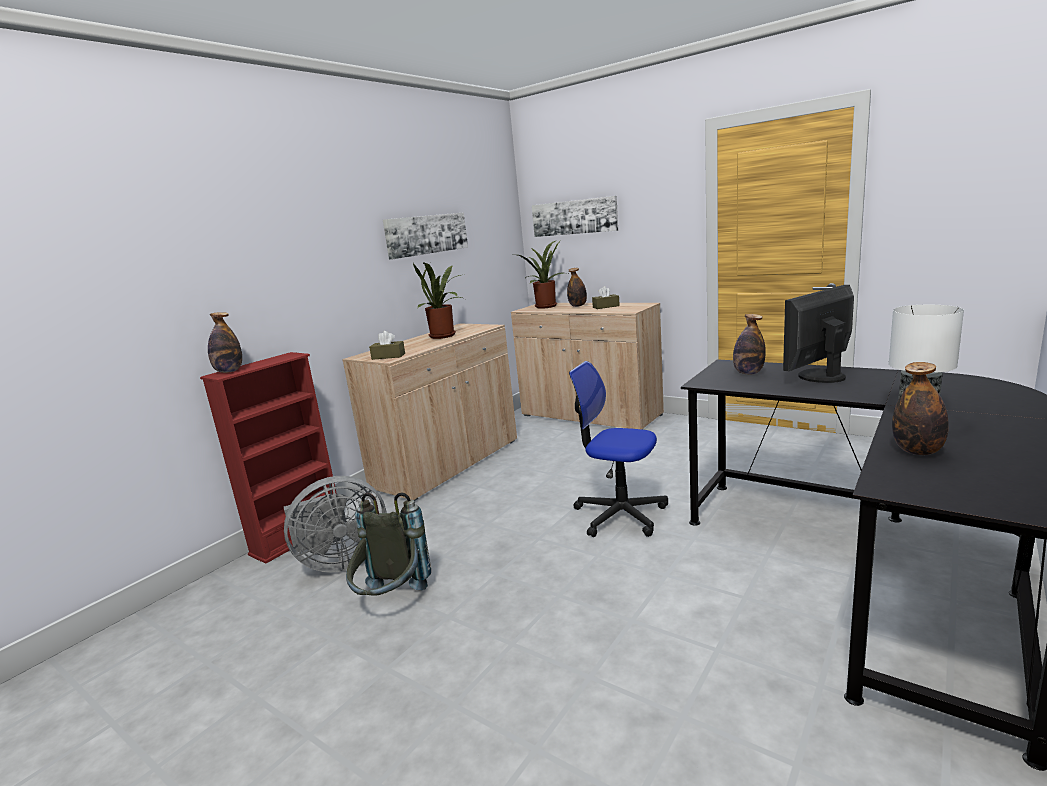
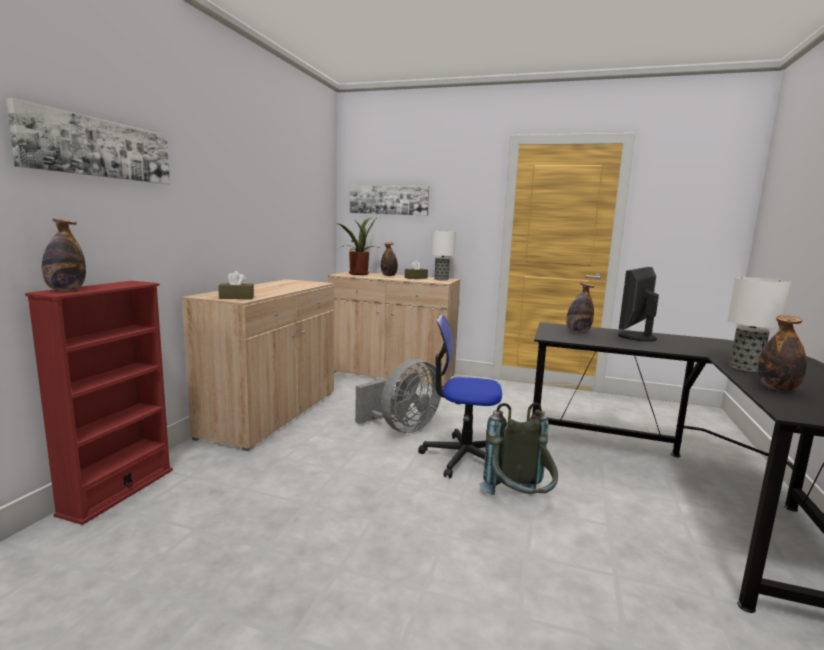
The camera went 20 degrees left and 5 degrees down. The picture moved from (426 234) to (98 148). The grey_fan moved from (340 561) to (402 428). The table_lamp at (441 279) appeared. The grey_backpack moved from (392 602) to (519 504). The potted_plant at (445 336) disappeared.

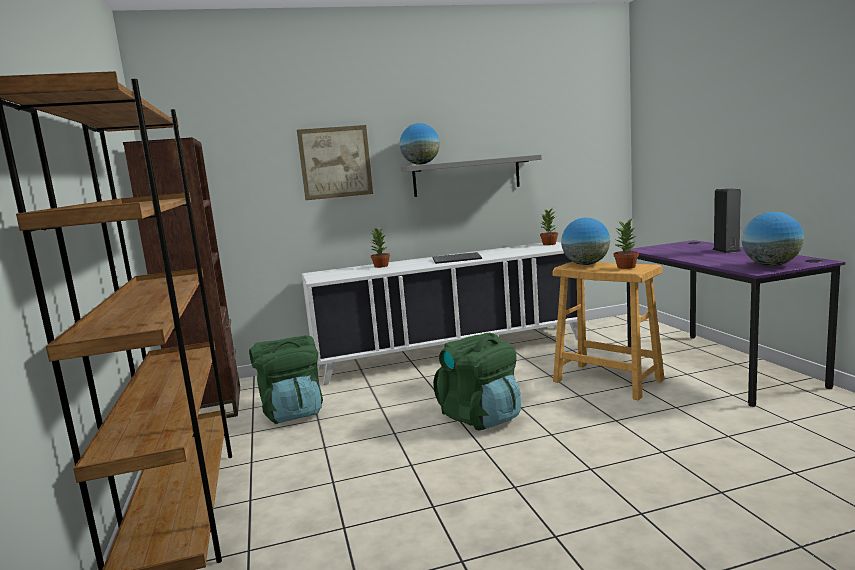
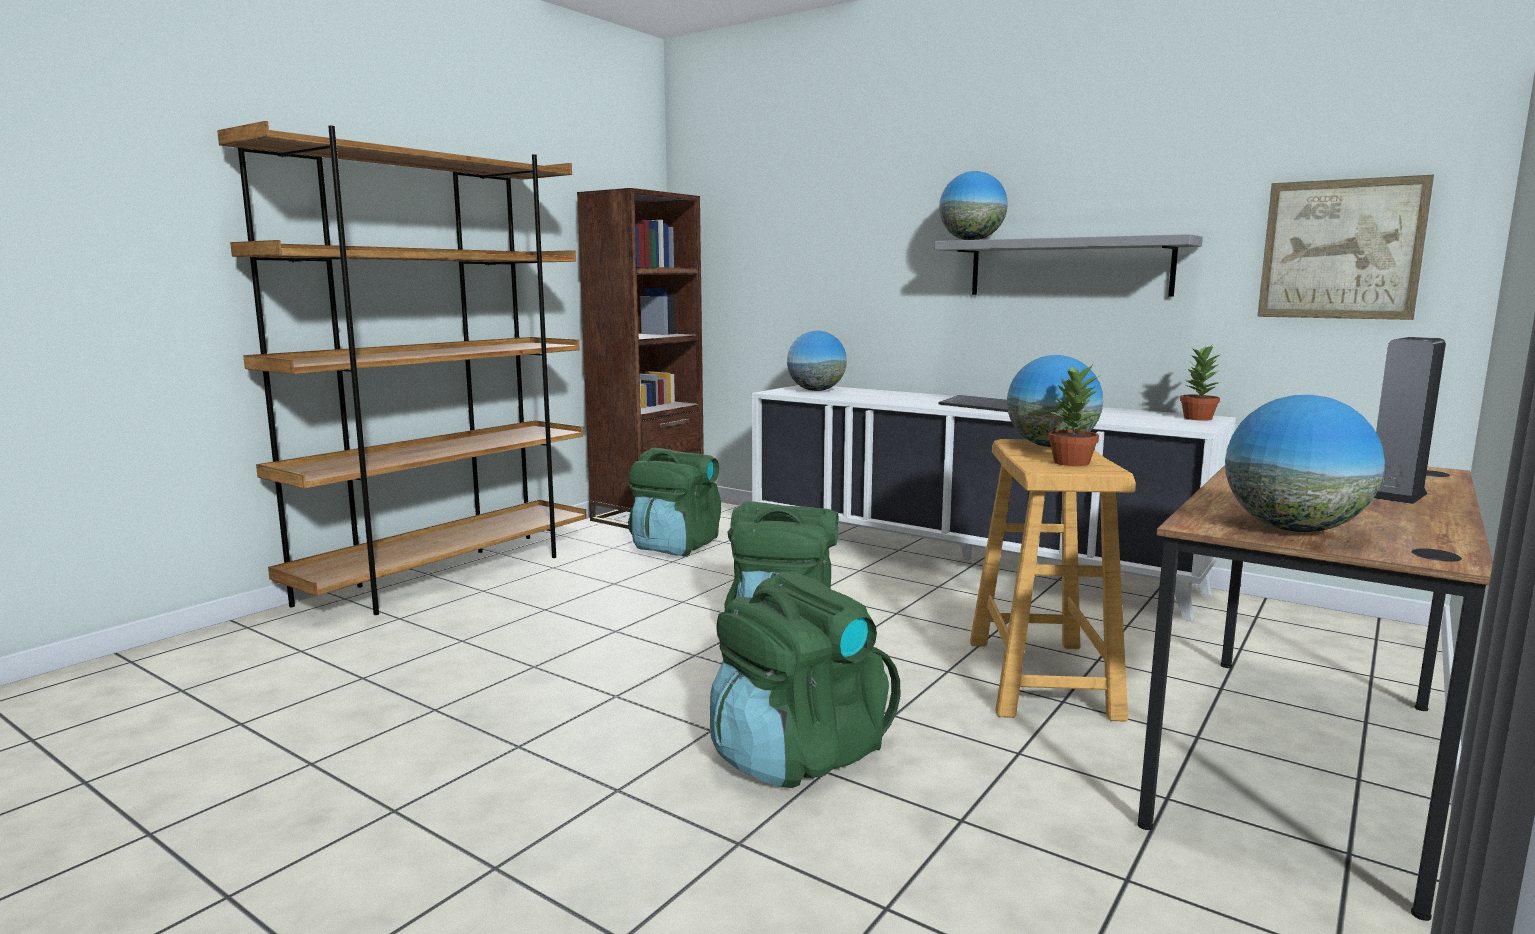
The camera went 50 degrees right and 0 degrees up. The green_backpack at (797 755) appeared. The globe at (816 390) appeared. The purple_desk at (717 366) became the brown_desk at (1299 760). The picture moved from (335 162) to (1341 249). The potted_plant at (380 266) disappeared.

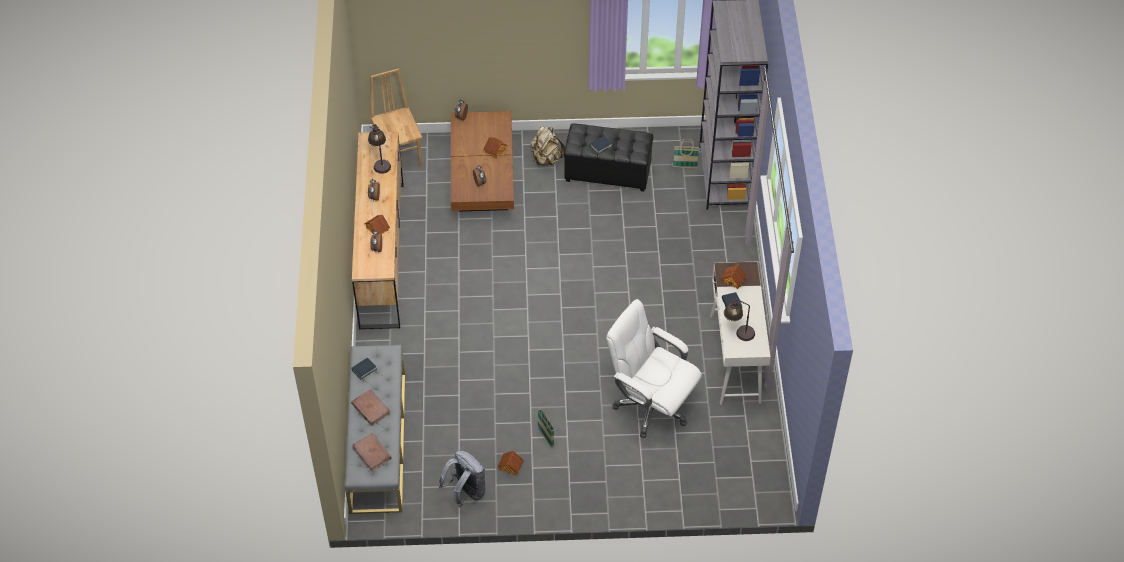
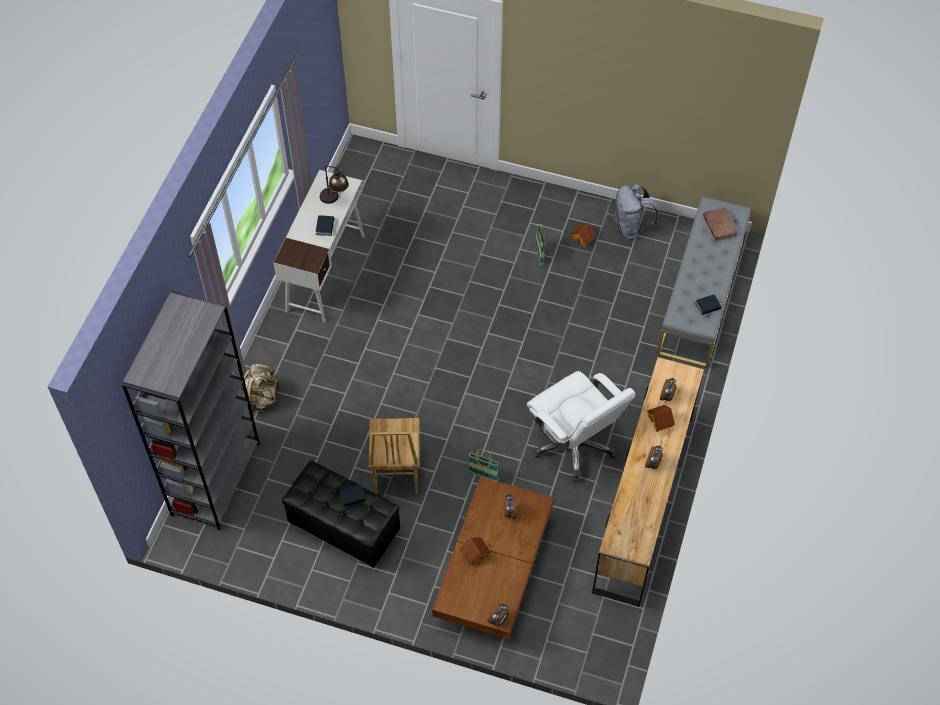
The camera went 160 degrees left and 5 degrees up. The beige_backpack moved from (546 159) to (262 397). The brown_chair moved from (400 158) to (395 472). The basket moved from (685 166) to (483 475). The white_office_chair moved from (651 406) to (574 445). The brown_book at (370 408) disappeared. The table_lamp at (380 162) disappeared. The toy_house at (733 280) disappeared.

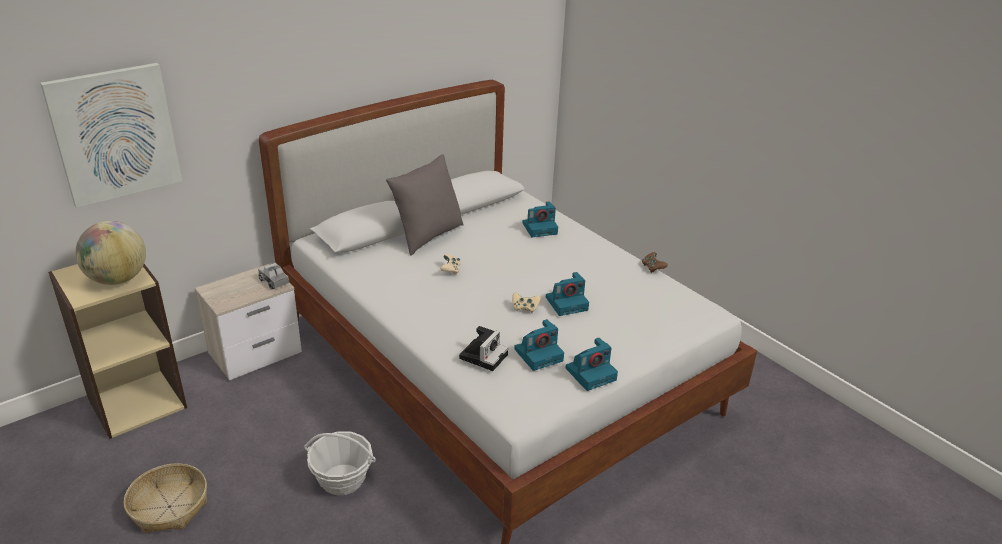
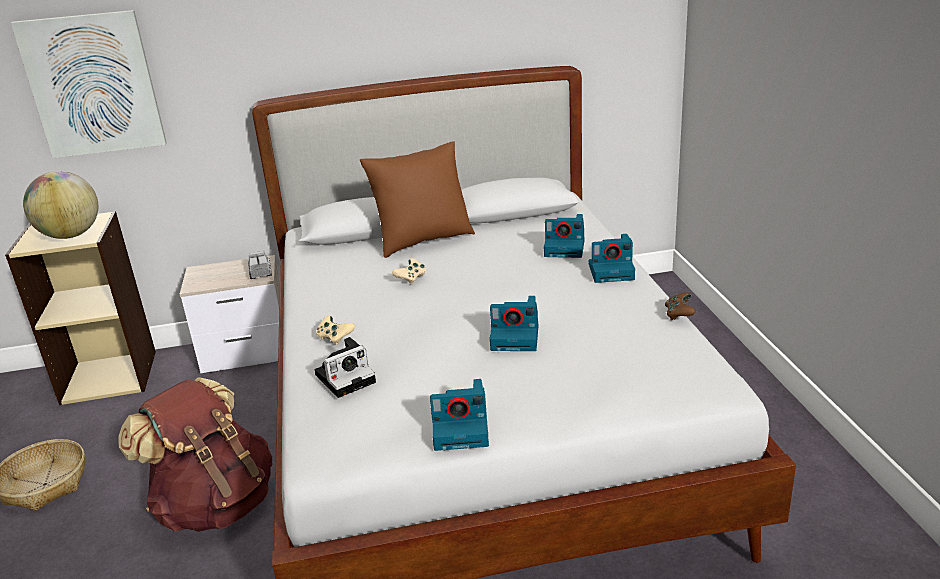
The camera went 30 degrees right and 5 degrees down. The basket at (342 479) was replaced by the brown_backpack at (215 505). The beige_game_controller moved from (525 308) to (335 338). The grey_pillow at (427 236) became the brown_pillow at (423 241). The photo_camera moved from (539 354) to (612 271).

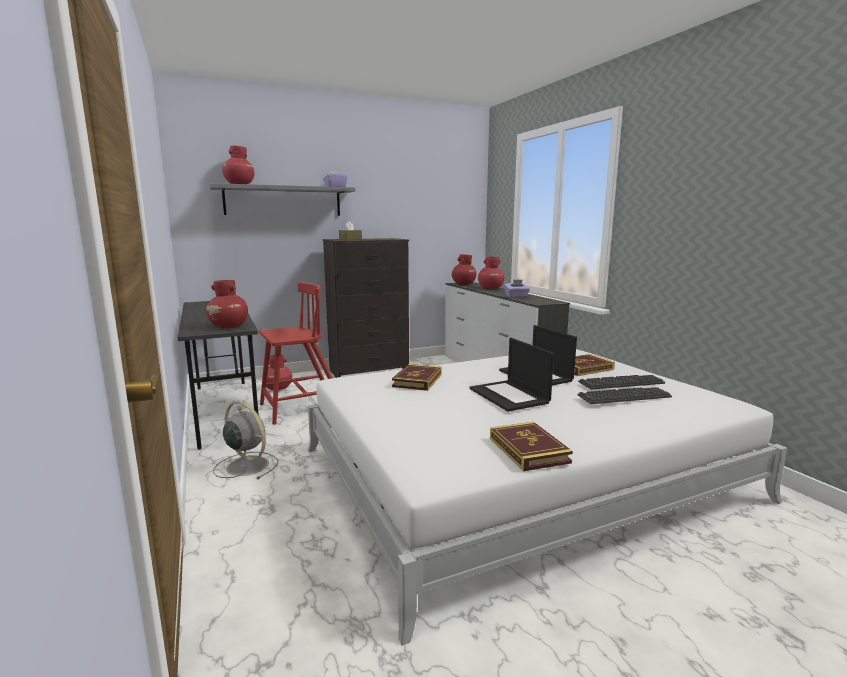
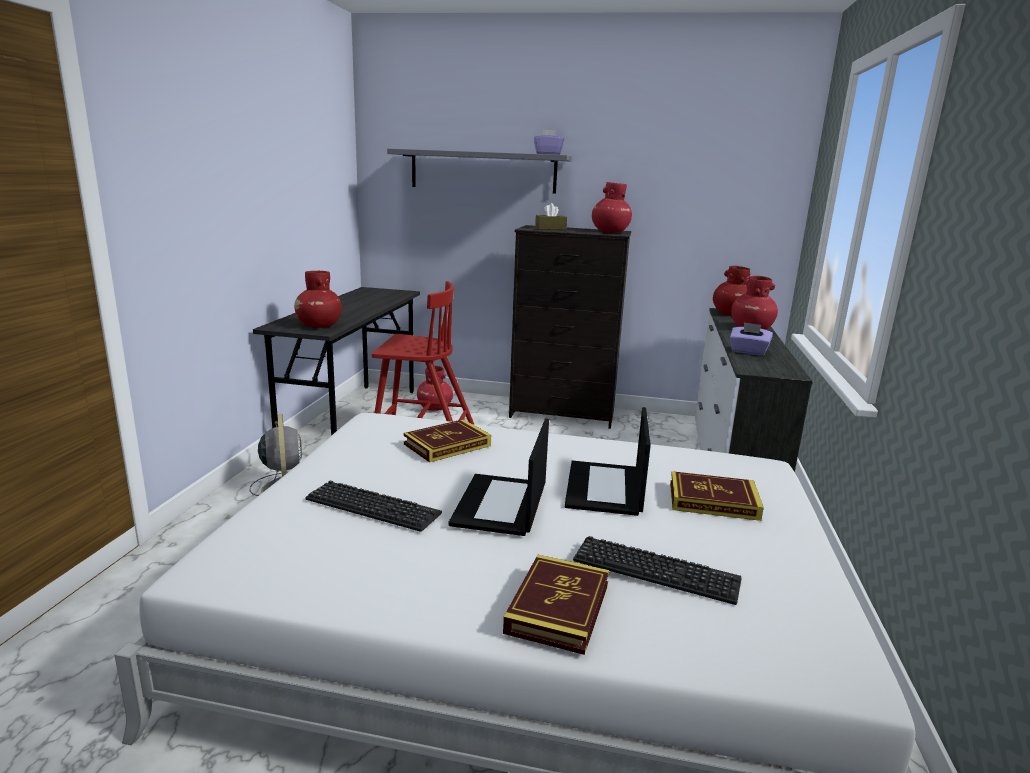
The camera went 35 degrees right and 5 degrees up. The keyboard moved from (621 383) to (372 507). The book moved from (528 450) to (558 608). The red_vase moved from (239 184) to (609 232).

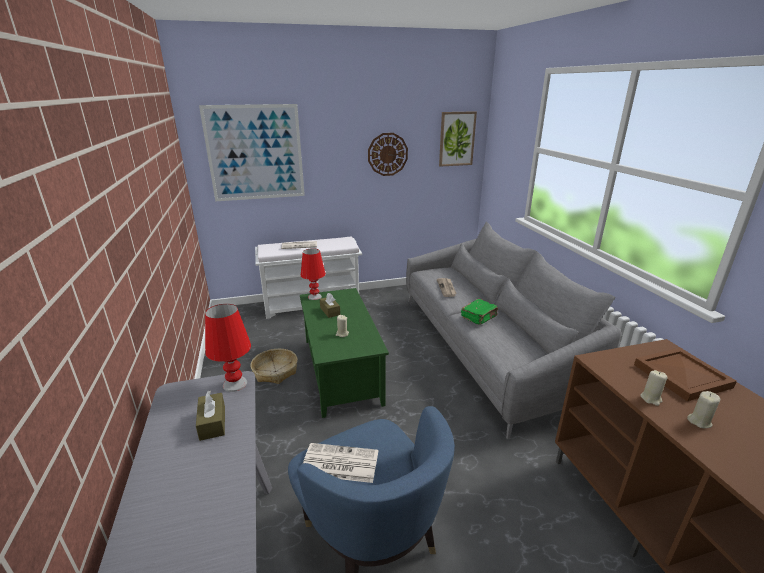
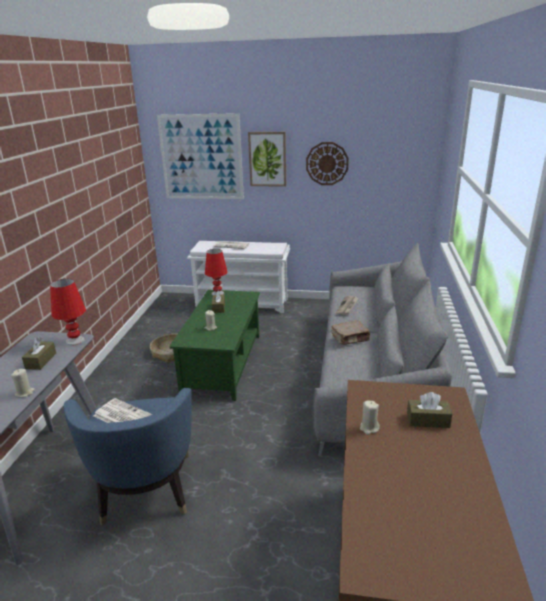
The camera went 25 degrees right and 0 degrees up. The beige_candle moved from (699 421) to (25 393). The picture moved from (456 139) to (267 159). The green_book at (479 317) became the brown_book at (350 338). The brown_tray at (682 376) was replaced by the brown_tissue_box at (428 420).

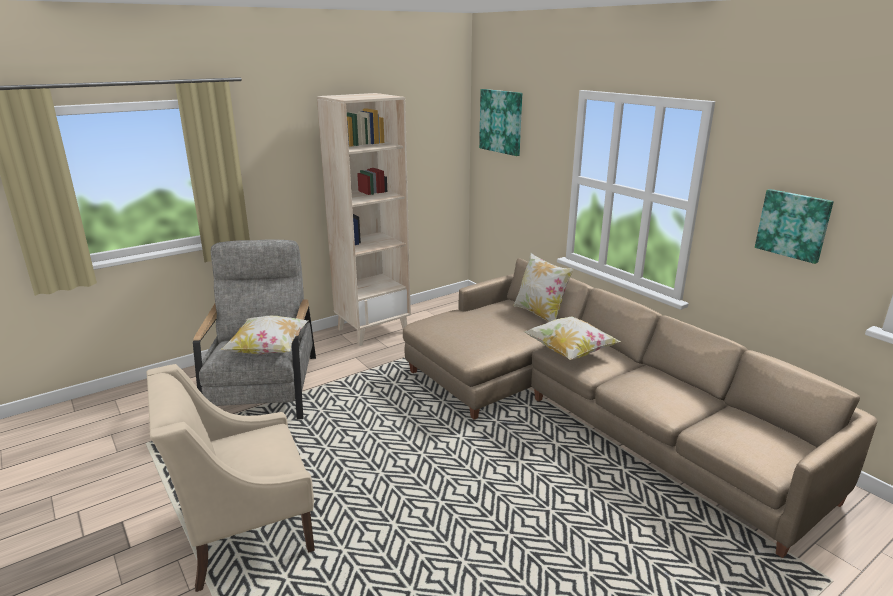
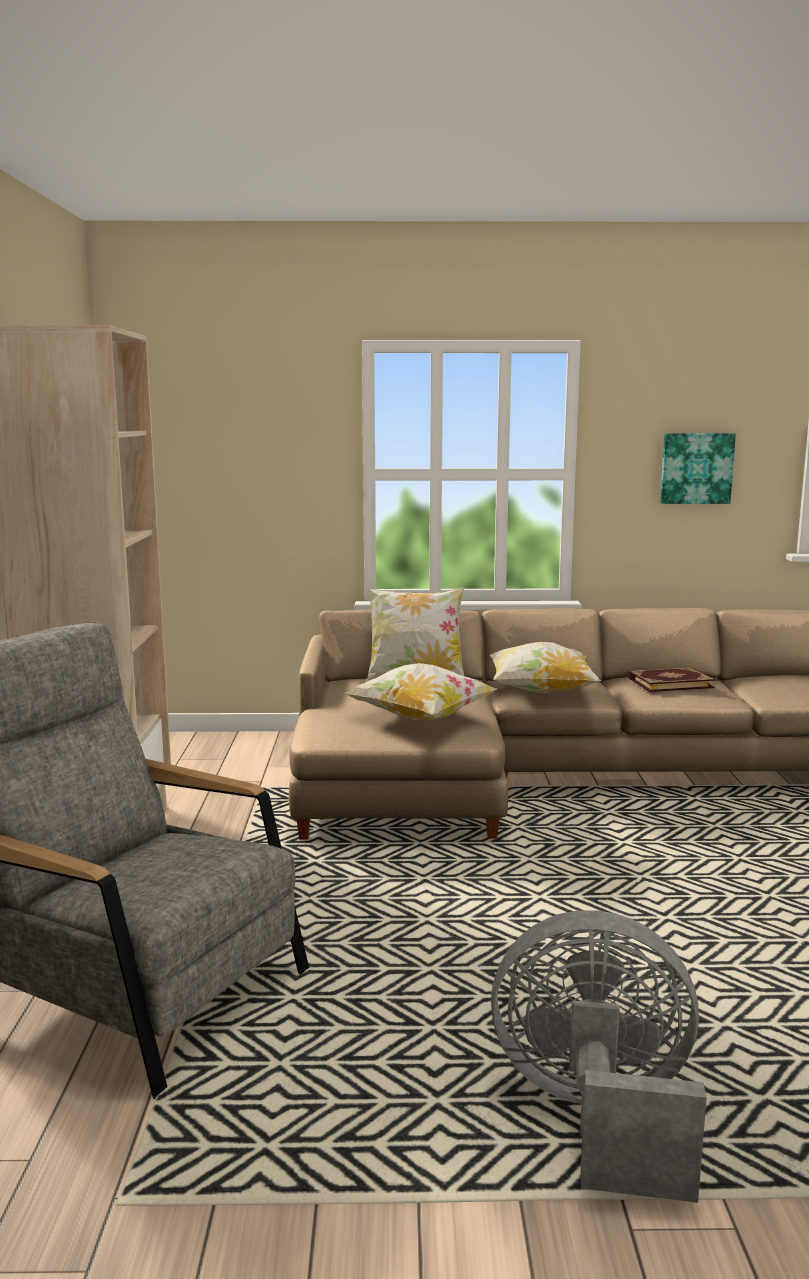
The camera went 55 degrees left and 10 degrees down. The pillow moved from (269 350) to (421 718). The beige_armchair at (245 529) was replaced by the grey_fan at (597 1116). The book at (669 683) appeared. The picture at (501 121) disappeared.

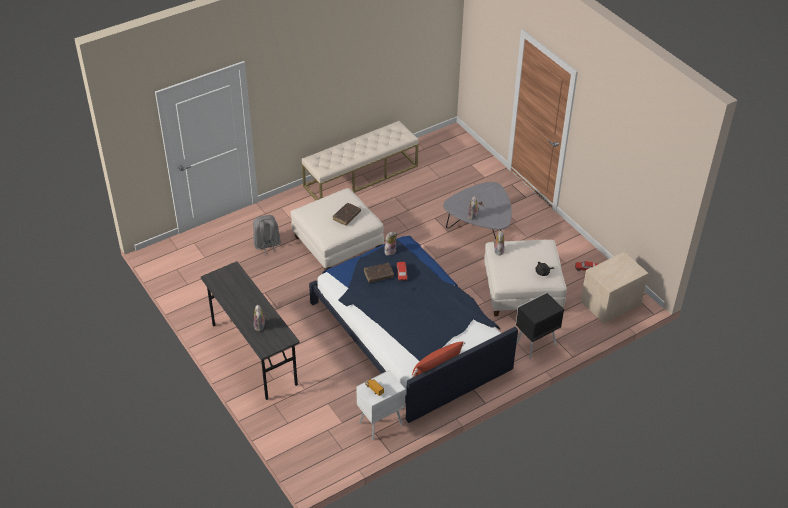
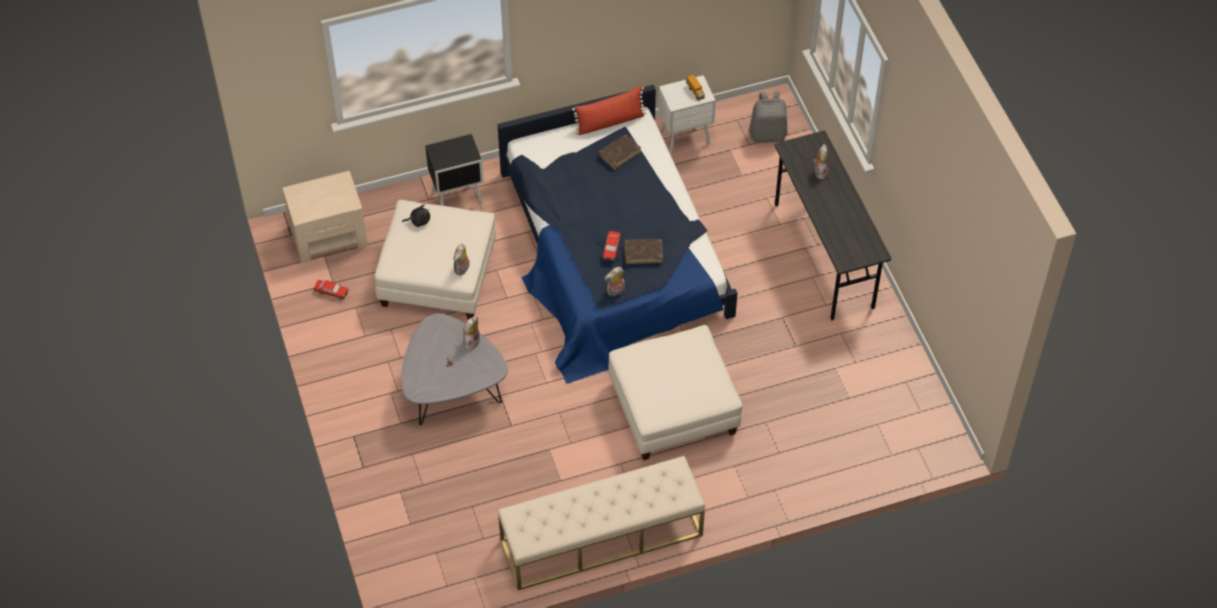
The camera went 165 degrees left and 10 degrees up. The brown_book moved from (346 216) to (619 154). The grey_backpack moved from (267 245) to (768 134).

